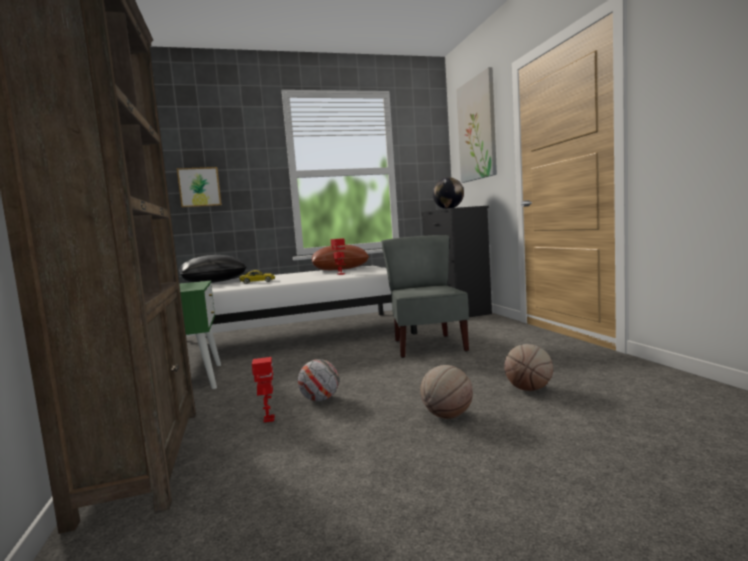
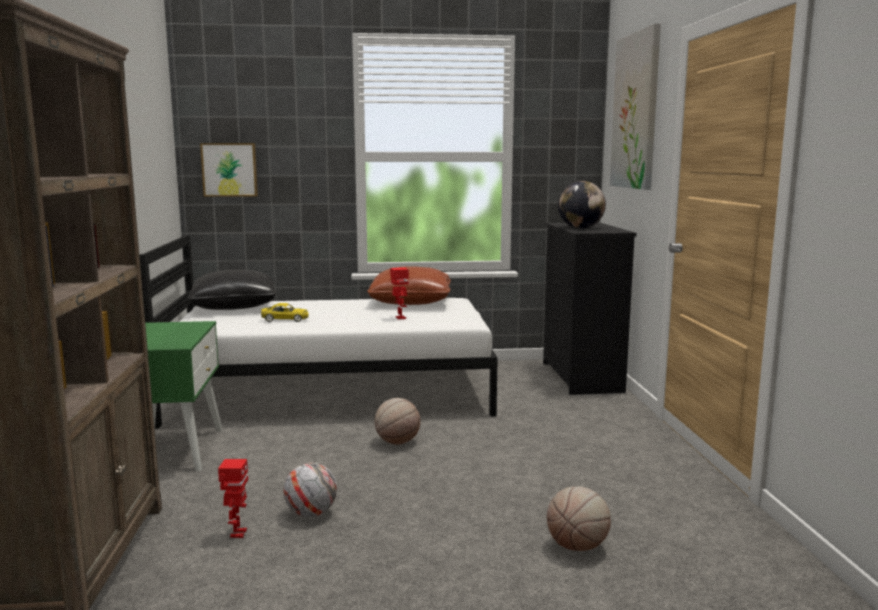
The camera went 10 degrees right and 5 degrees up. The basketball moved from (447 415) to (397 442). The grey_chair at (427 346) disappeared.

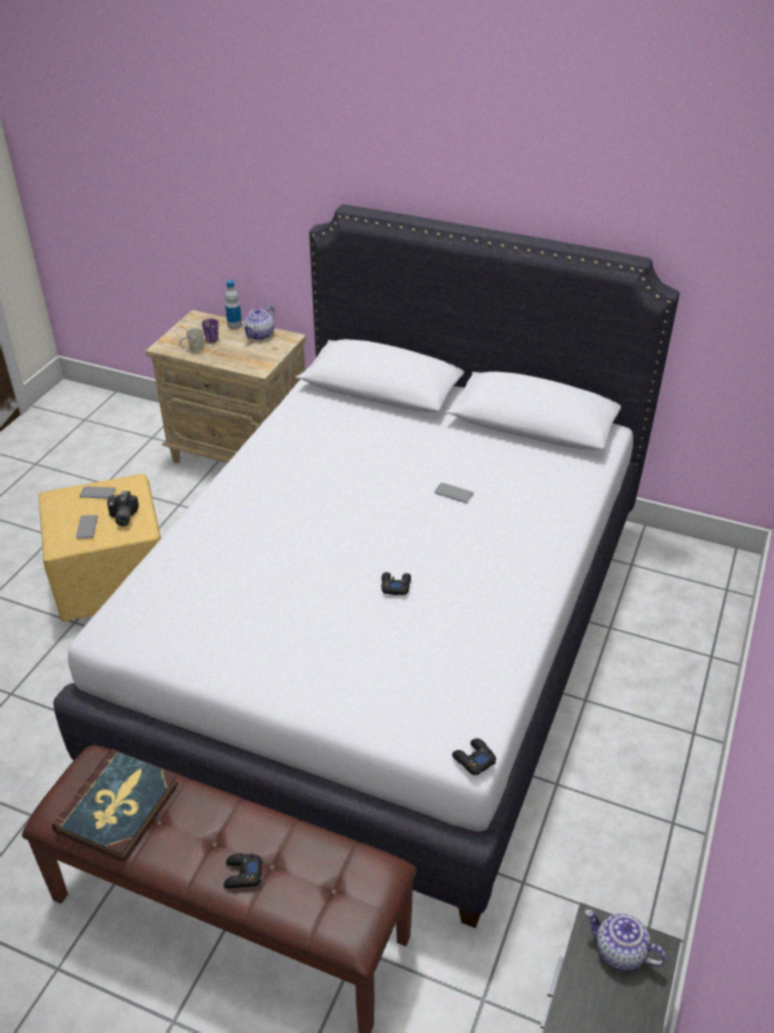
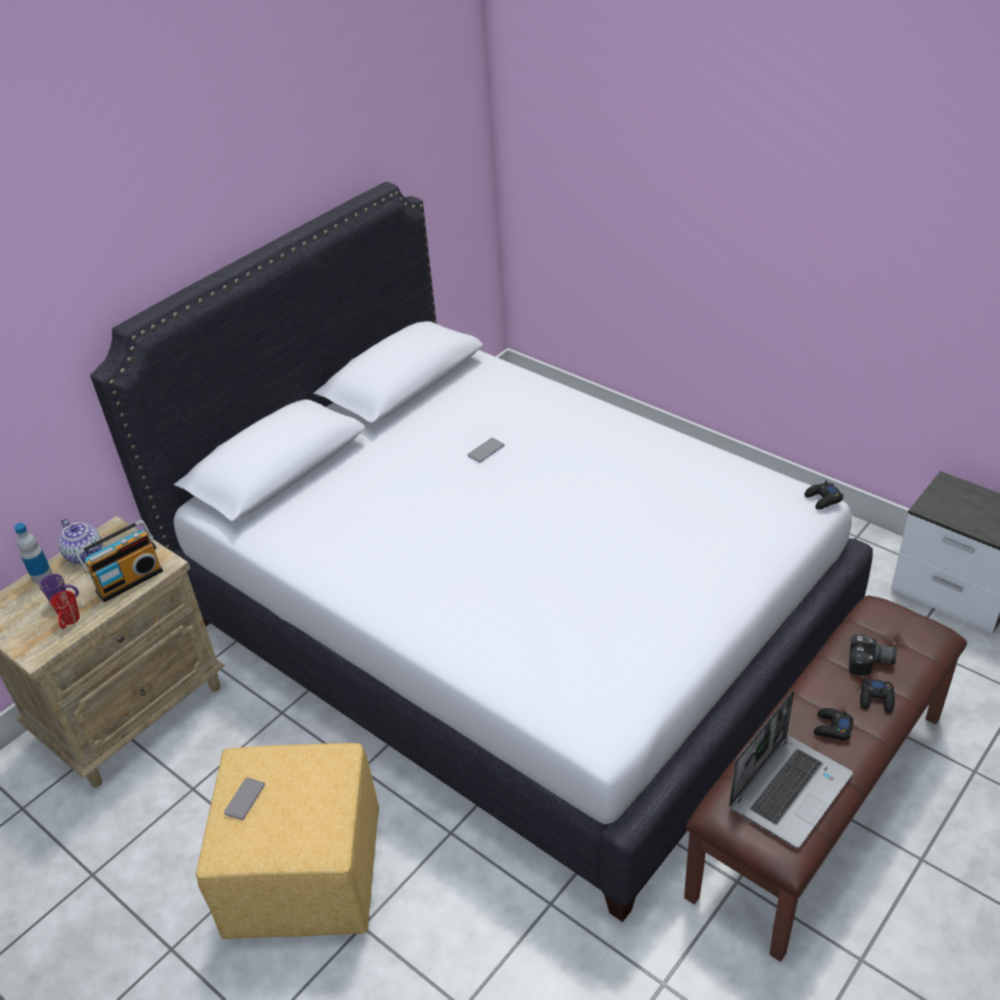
The camera went 70 degrees left and 0 degrees up. The white_mug at (192 350) became the red_mug at (70 623). The radio at (128 580) appeared. The book at (118 807) was replaced by the laptop at (789 789). The black_game_controller moved from (395 586) to (832 728). The photo_camera moved from (122 517) to (870 663). The phone at (87 527) disappeared. The teapot at (619 951) disappeared.

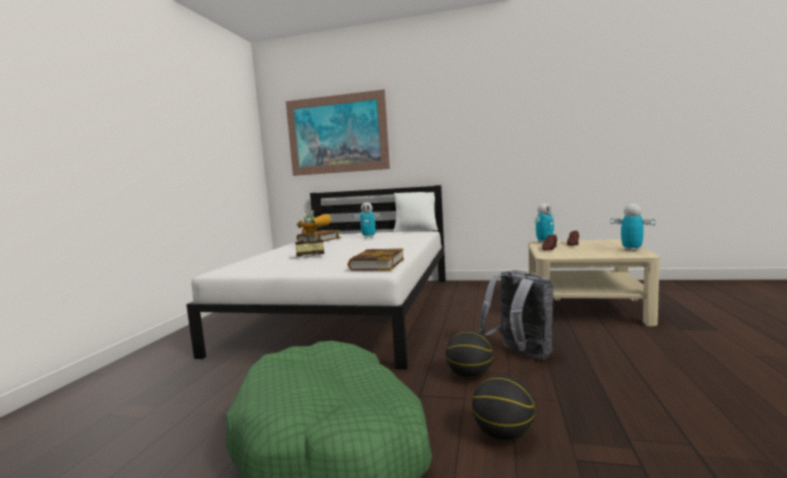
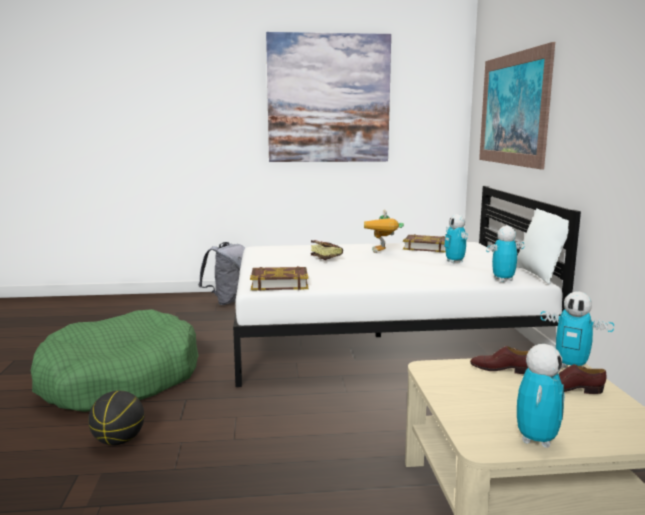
The camera went 70 degrees right and 5 degrees up. The grey_backpack moved from (520 355) to (228 301). The picture at (328 99) appeared. The toy_robot at (503 280) appeared. The basketball at (470 376) disappeared.

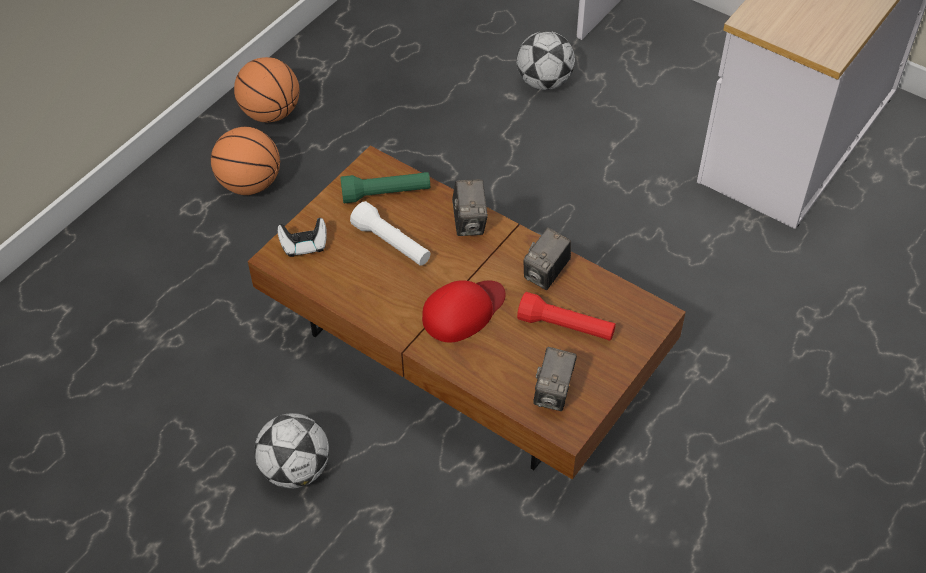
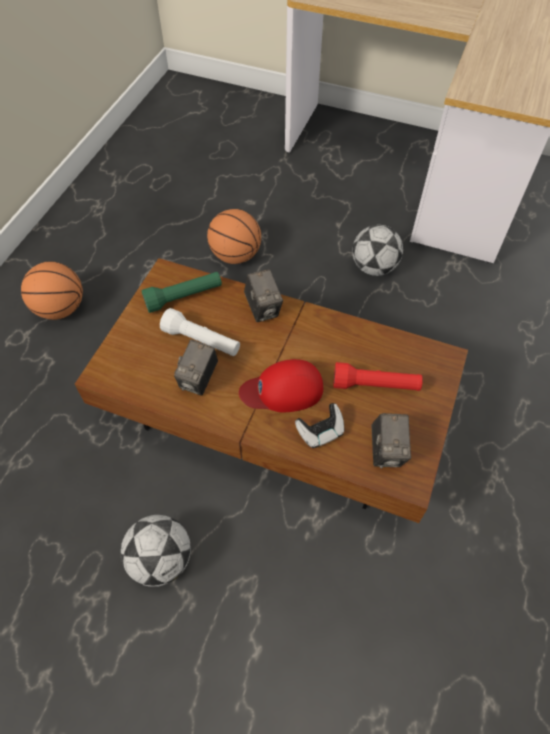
The camera went 15 degrees left and 5 degrees up. The photo_camera moved from (546 274) to (199 379). The basketball moved from (270 113) to (235 255). The red_cap at (463 311) turned 135 degrees counterclockwise. The game_controller moved from (304 245) to (320 432). The football moved from (544 82) to (373 267).

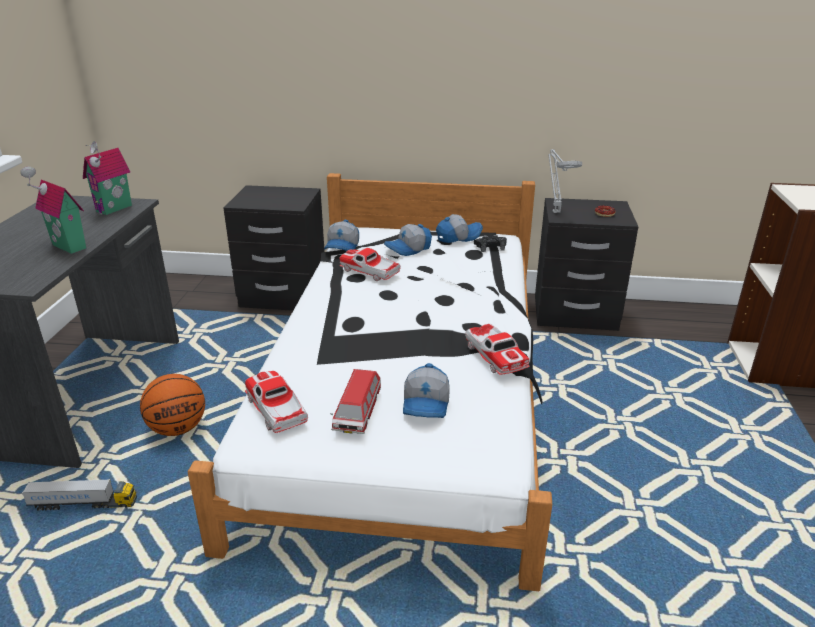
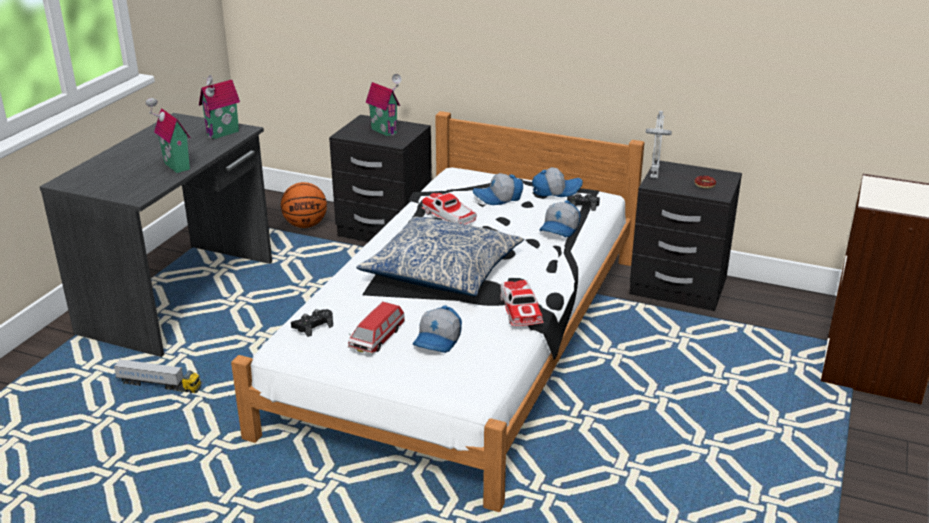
The camera went 15 degrees right and 0 degrees up. The basketball moved from (178 429) to (305 225). The toy_car at (276 409) was replaced by the black_game_controller at (313 326). The pillow at (442 271) appeared. The toy_house at (385 131) appeared. The cap moved from (343 246) to (560 229).

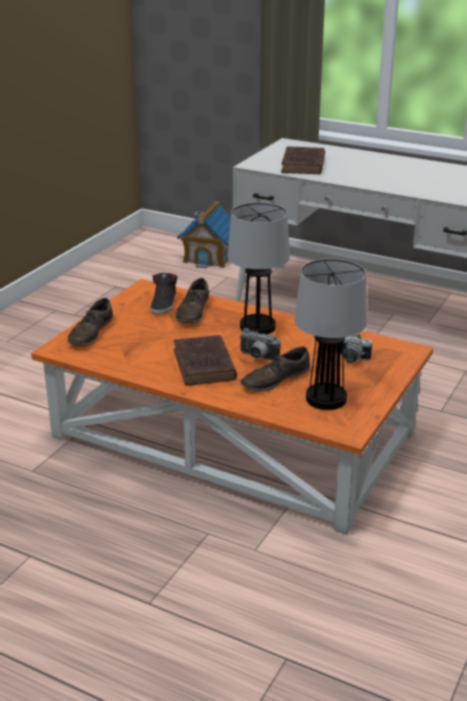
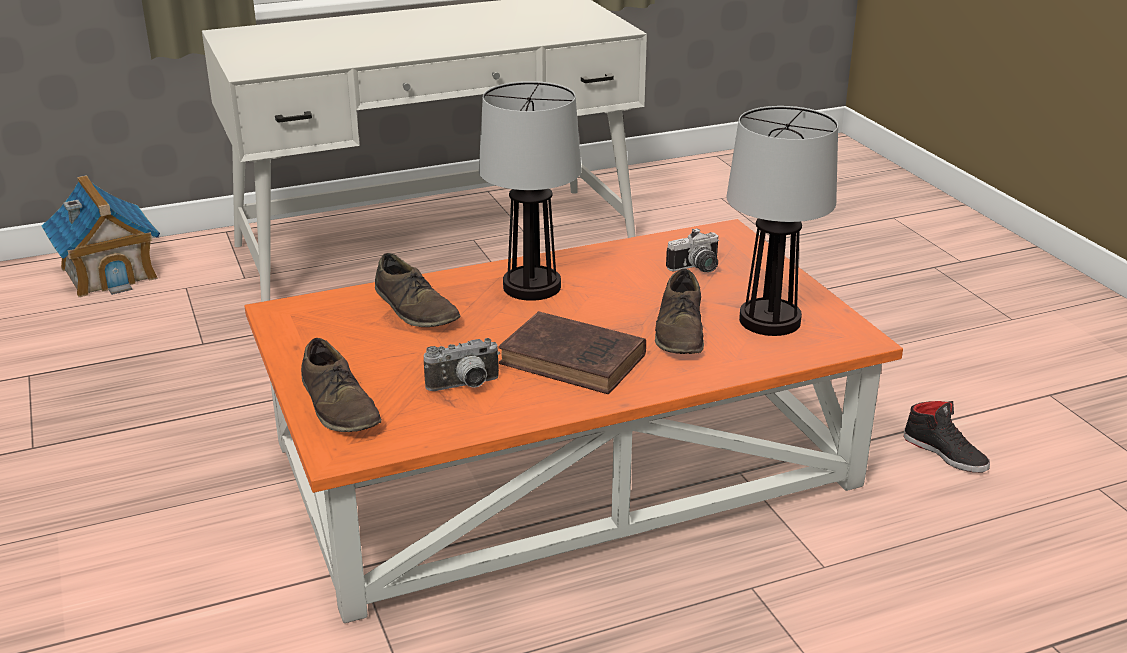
The camera went 50 degrees left and 0 degrees up. The photo_camera moved from (257 357) to (465 386). The black_shoe moved from (164 304) to (945 453). The brown_book at (303 165) disappeared.

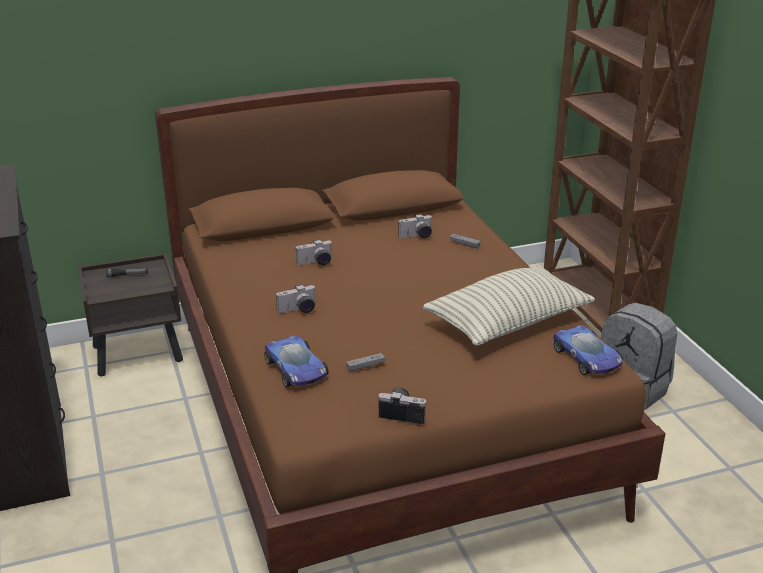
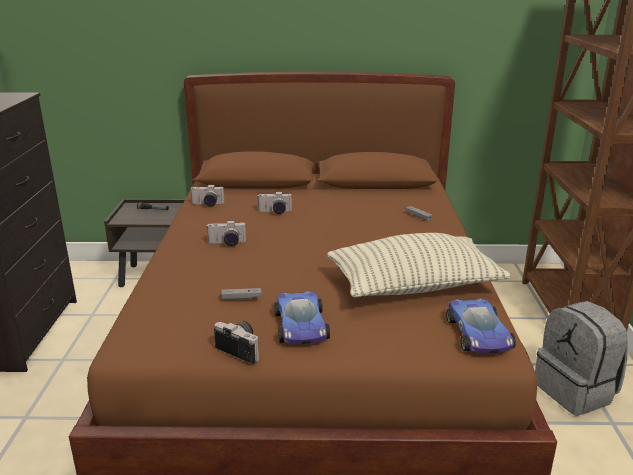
The camera went 20 degrees right and 5 degrees down. The photo_camera moved from (417 236) to (207 204). The toy_car moved from (296 369) to (301 326).

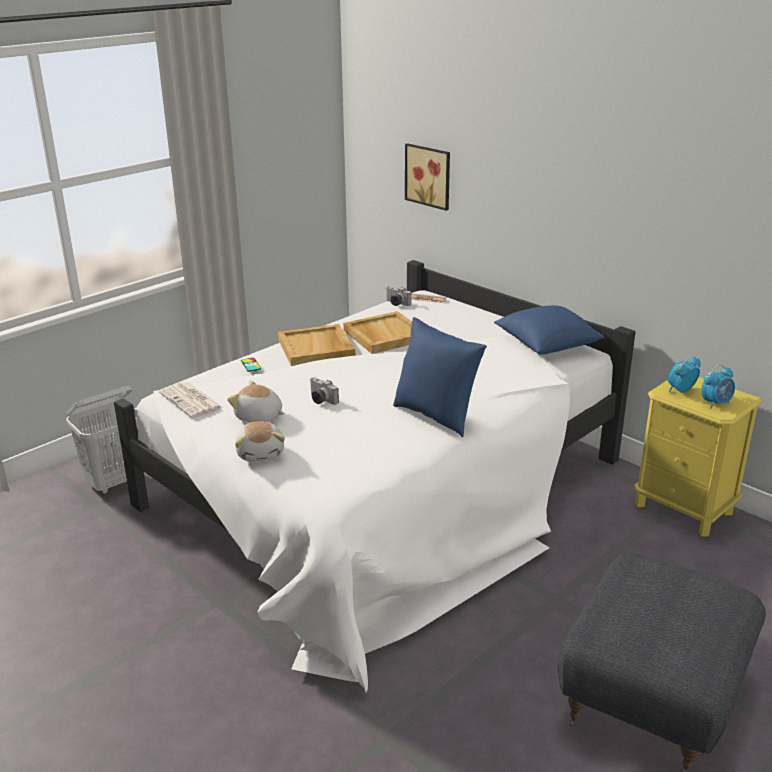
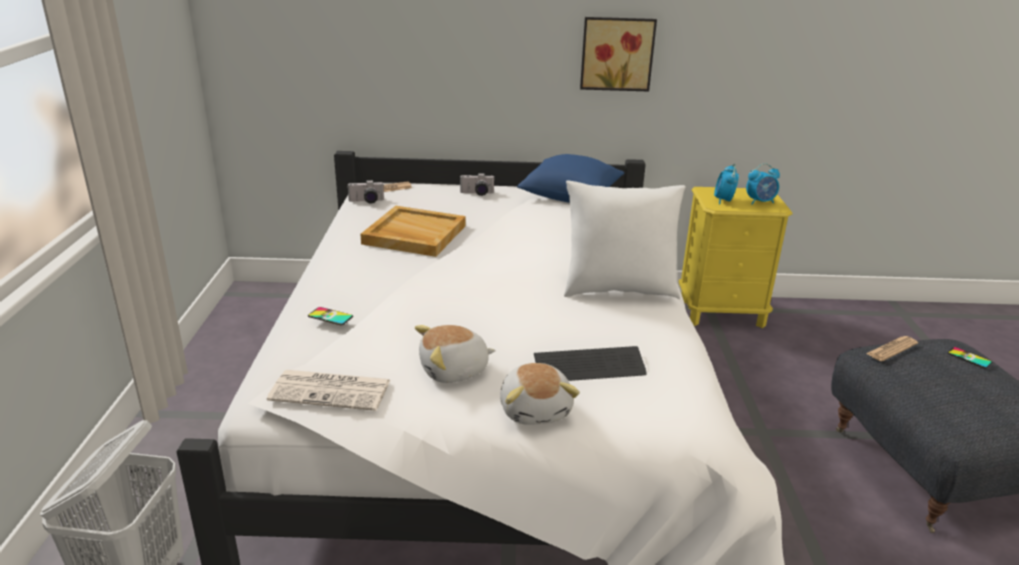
The camera went 45 degrees left and 0 degrees up. The photo_camera moved from (320 400) to (477 193). The plush_toy at (261 453) turned 45 degrees clockwise. The keyboard at (589 366) appeared. The blue_pillow at (436 415) became the white_pillow at (618 289). The picture moved from (429 176) to (617 53). The alarm_clock at (716 403) turned 60 degrees clockwise. The newspaper at (891 349) appeared. The phone at (969 358) appeared. The beige_tray at (316 348) disappeared.

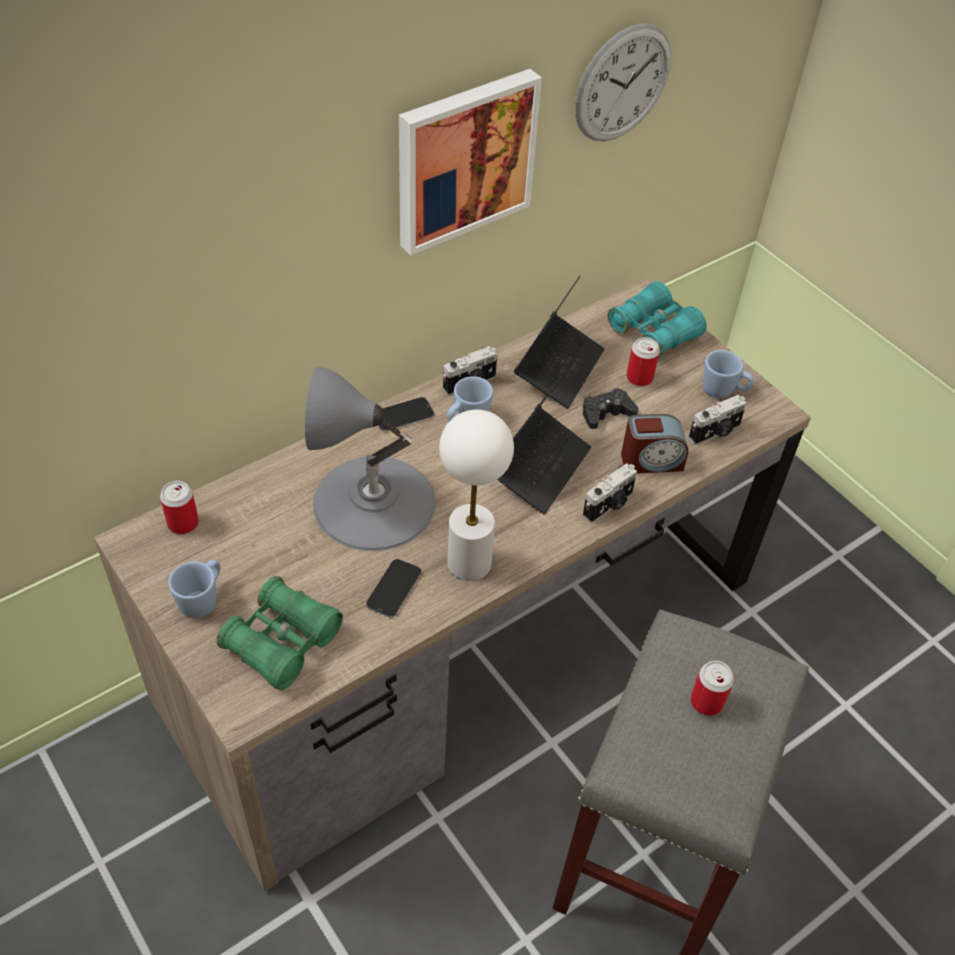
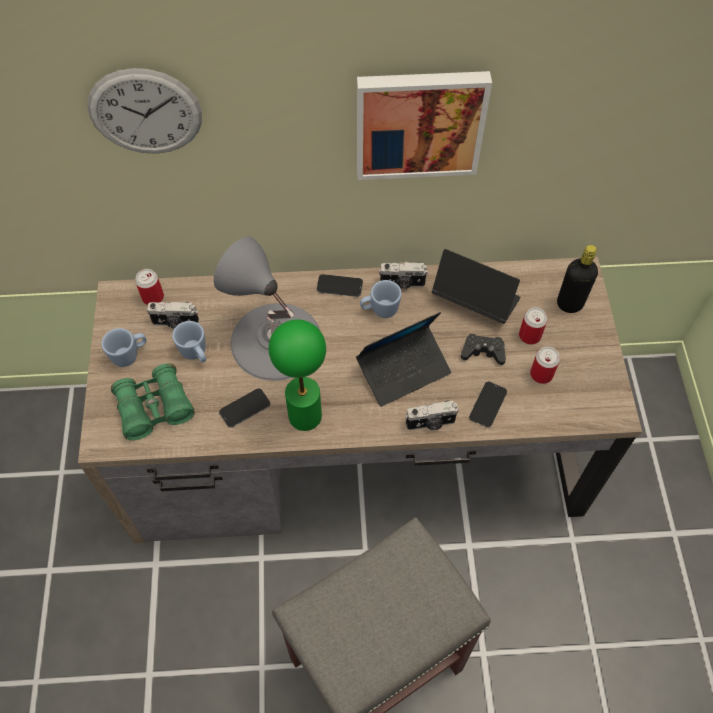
The camera went 35 degrees right and 10 degrees up. The wall_clock moved from (623 84) to (145 112). The photo_camera moved from (715 433) to (175 323). The blue_mug moved from (723 391) to (196 354). The white_table_lamp at (468 562) became the green_table_lamp at (305 415). The laptop at (558 368) turned 120 degrees counterclockwise. The alarm_clock at (651 460) was replaced by the phone at (488 405). The can moved from (706 702) to (541 374). The turquoise_binoculars at (654 332) was replaced by the black_bottle at (569 304).

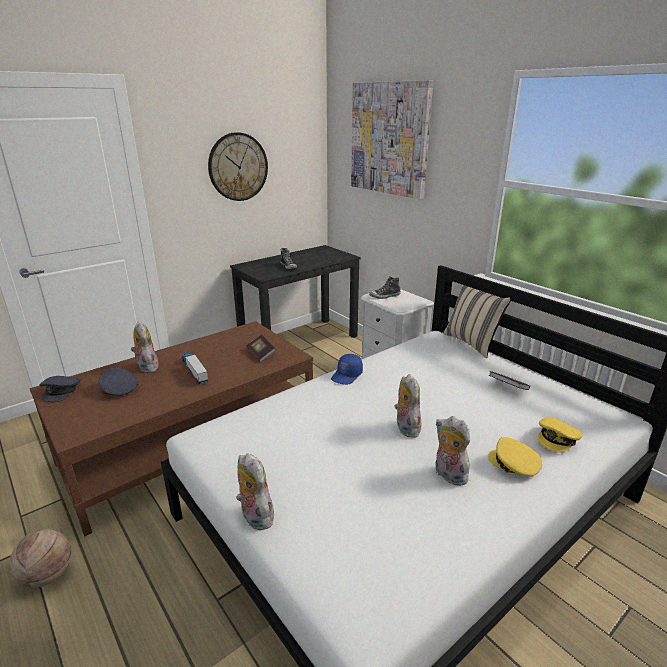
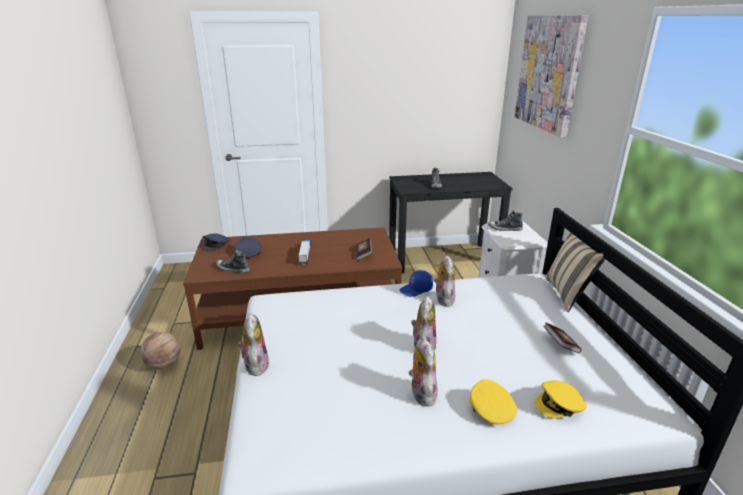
The camera went 30 degrees right and 0 degrees up. The shoe at (232 269) appeared. The plush_toy moved from (146 367) to (443 299). The wall_clock at (238 167) disappeared.

